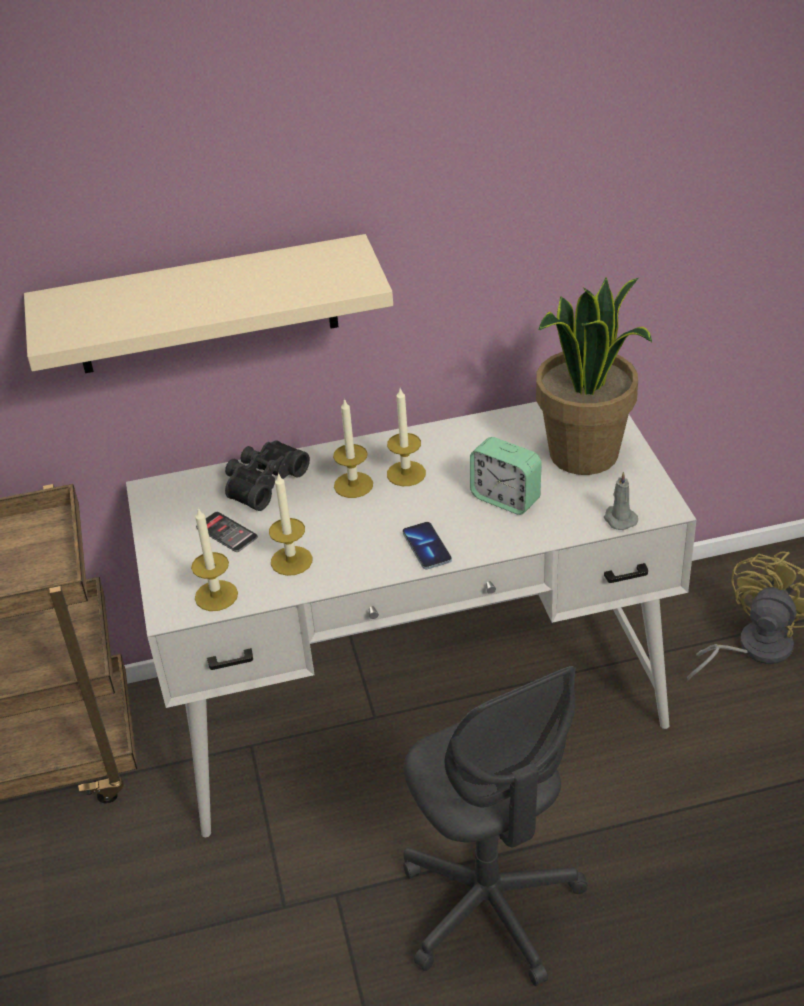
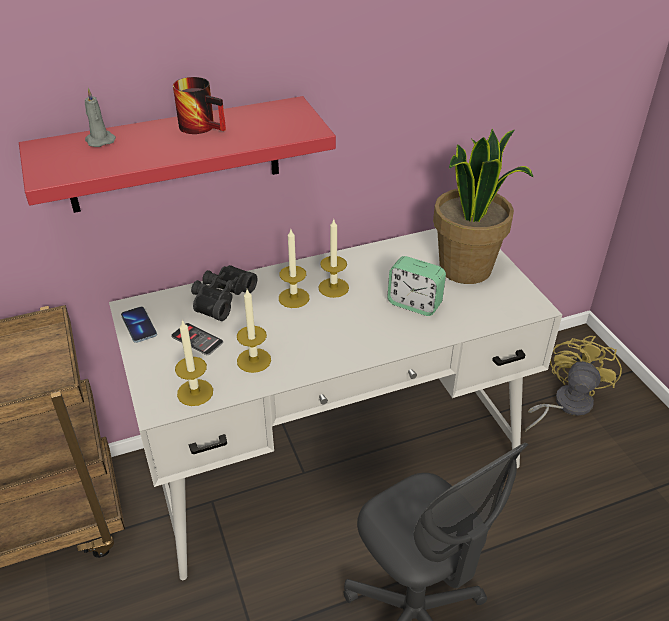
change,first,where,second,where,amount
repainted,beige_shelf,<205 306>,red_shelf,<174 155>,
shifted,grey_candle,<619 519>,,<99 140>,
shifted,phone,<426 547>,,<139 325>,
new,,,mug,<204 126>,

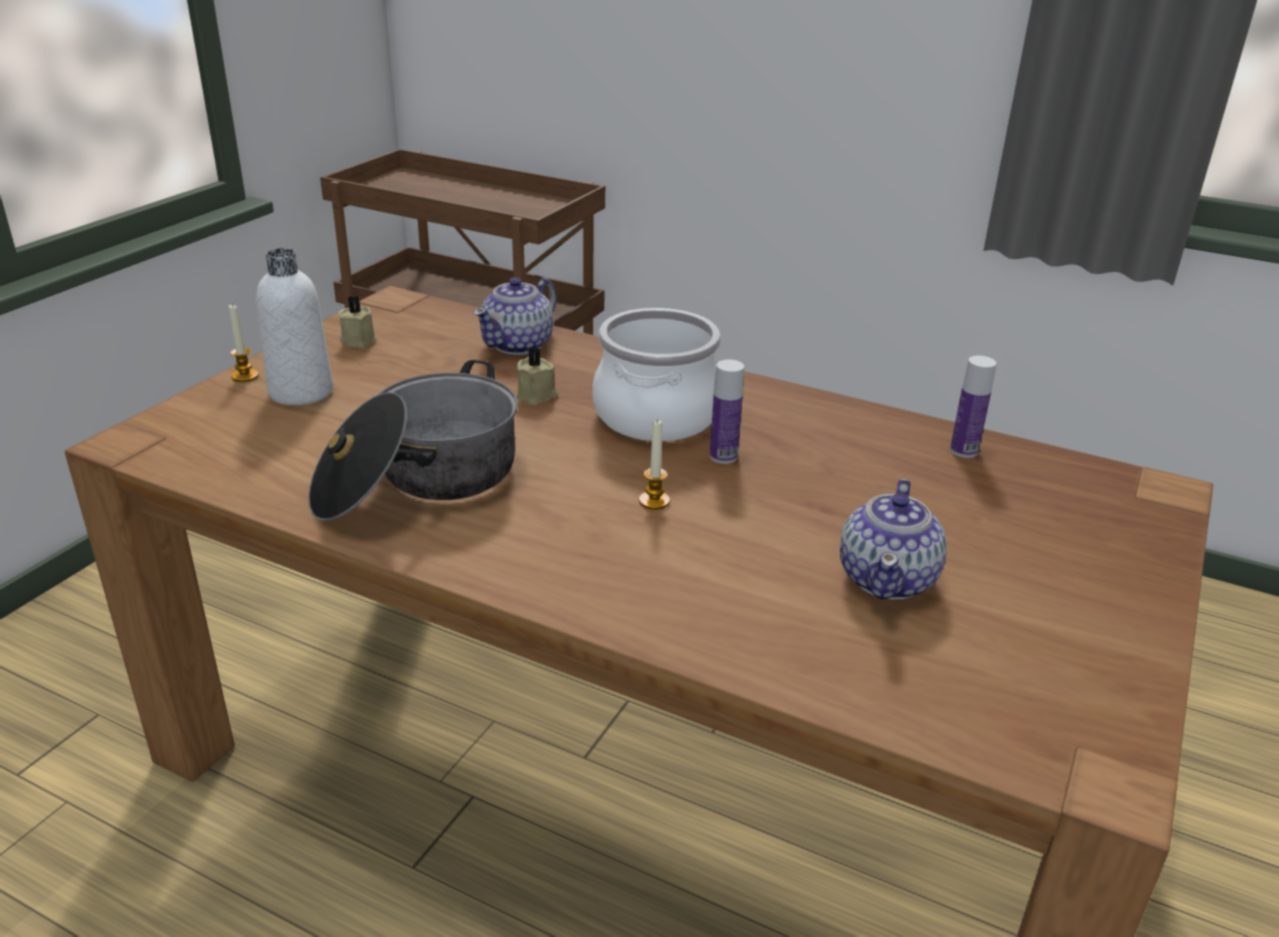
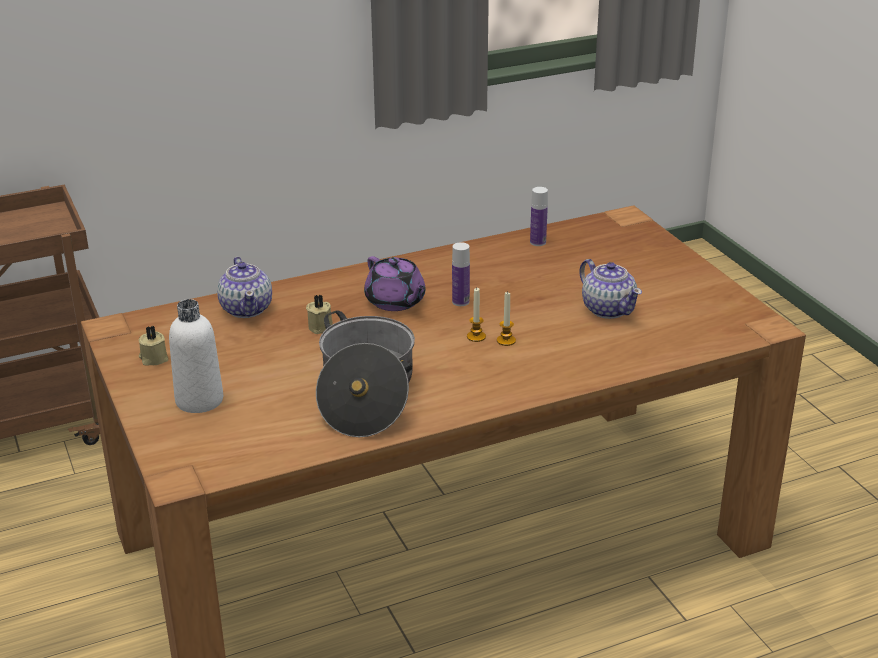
change,first,where,second,where,amount
swapped,cooking_pot,<657 416>,purple_teapot,<395 302>,
shifted,candle,<245 376>,,<506 341>,

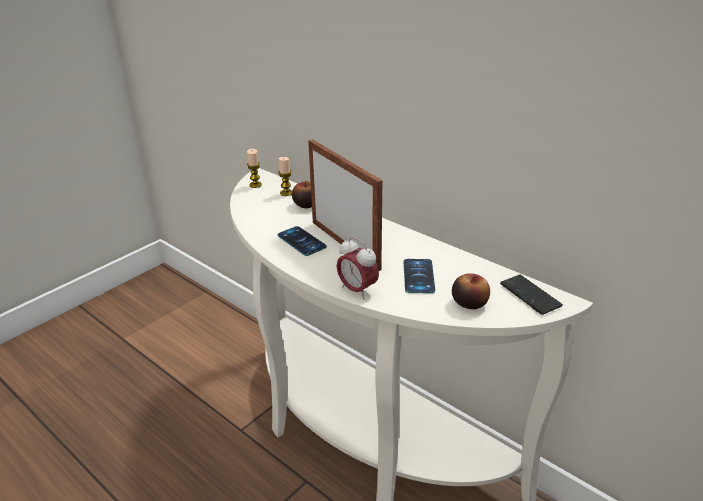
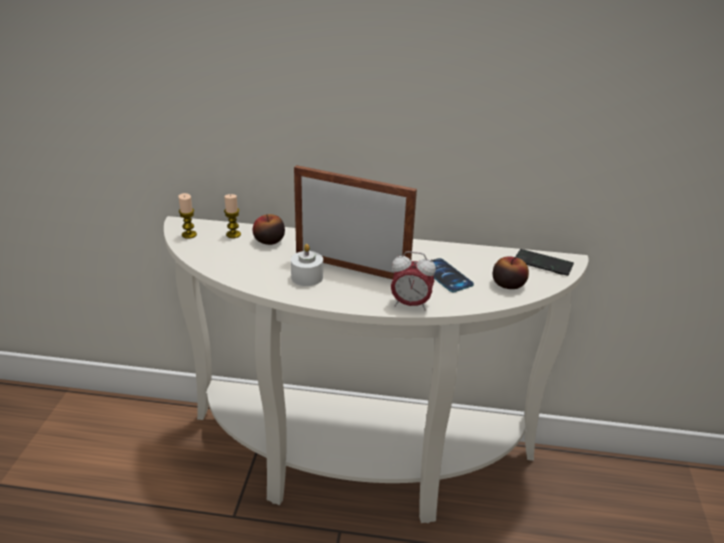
change,first,where,second,where,amount
swapped,phone,<301 241>,white_candle,<307 277>,

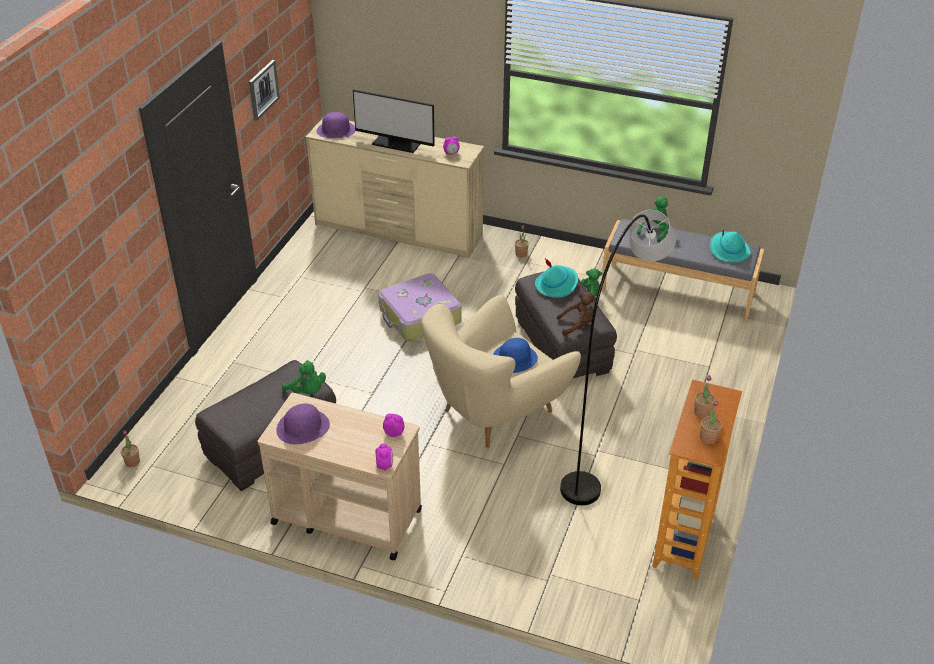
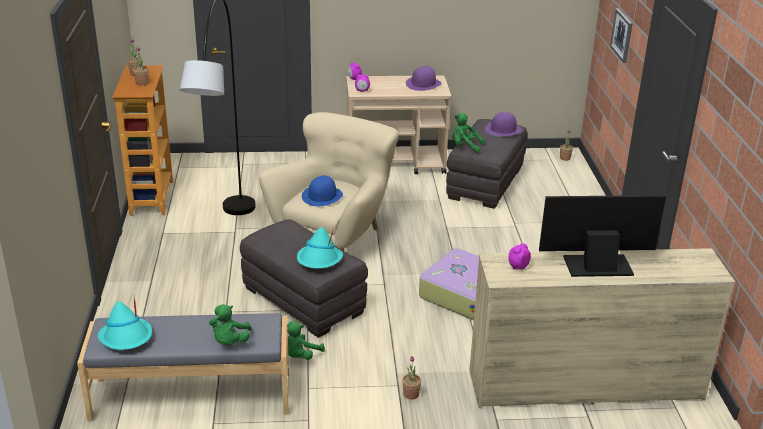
change,first,where,second,where,amount
shifted,purple_hat,<336 130>,,<503 129>,
shifted,picture,<263 89>,,<622 35>,
gone,brown_plush_toy,<578 325>,,,

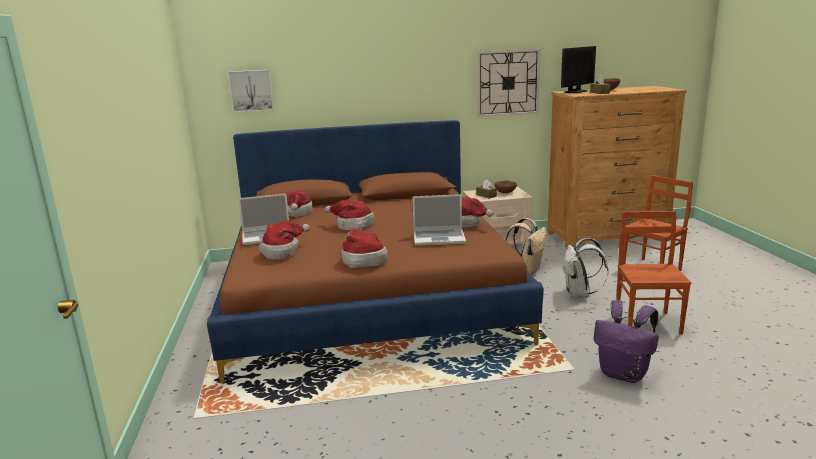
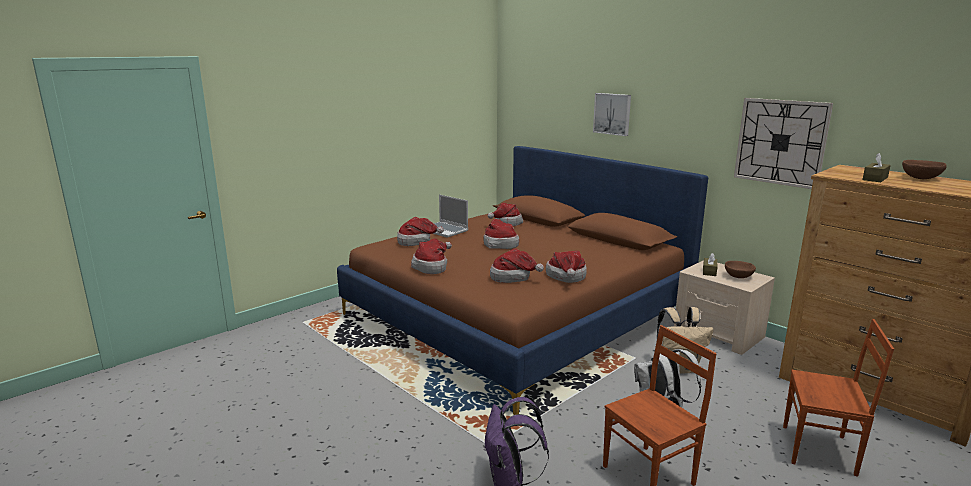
change,first,where,second,where,amount
swapped,laptop,<439 238>,hat,<513 277>,
shifted,picture,<251 90>,,<612 114>,
gone,monitor,<575 91>,,,

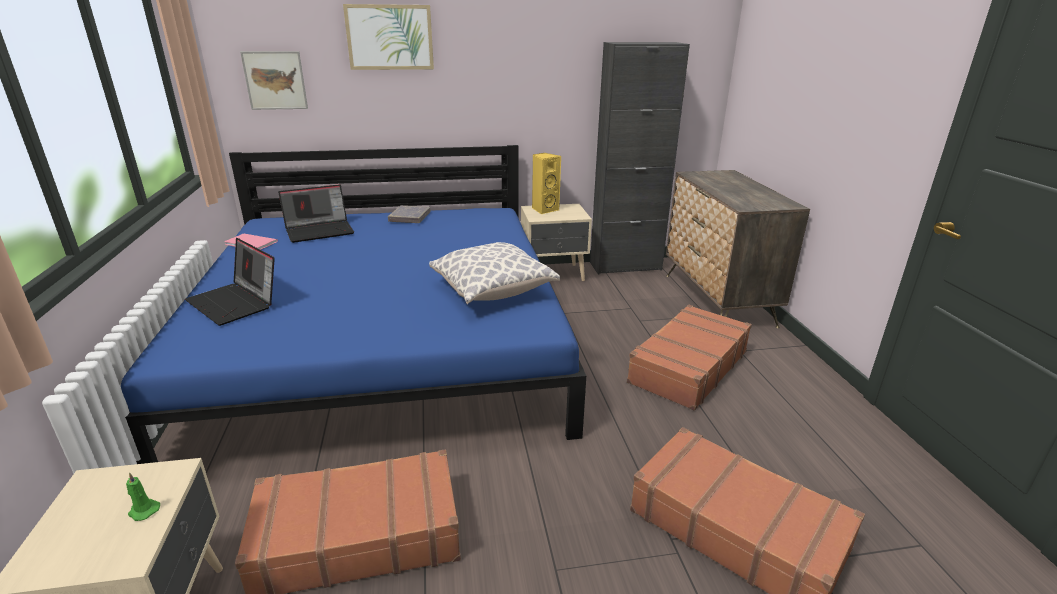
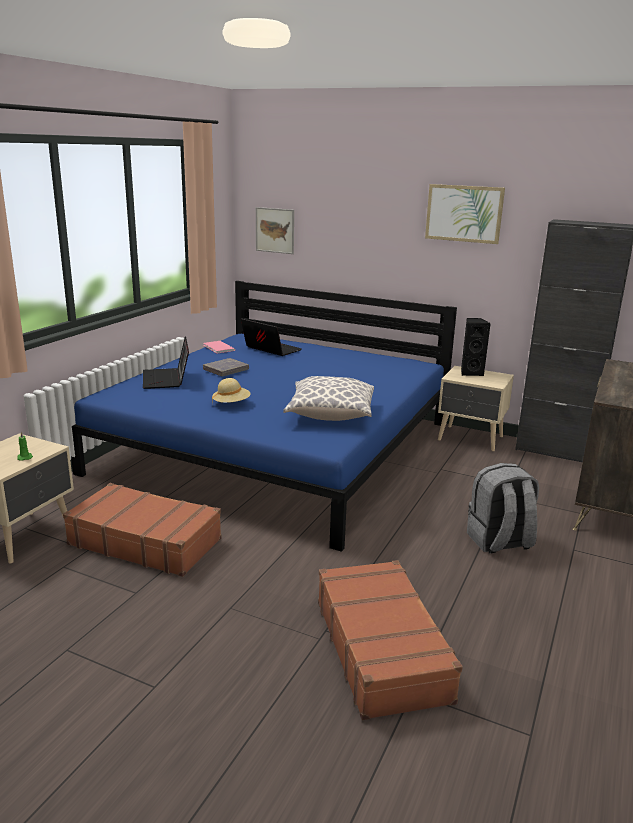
change,first,where,second,where,amount
shifted,grey_book,<410 217>,,<226 370>,
new,,,beige_hat,<231 404>,
rotated,laptop,<320 231>,,<270 349>,150 degrees counterclockwise
shifted,picture,<390 37>,,<464 213>,
repainted,yellow_speaker,<544 209>,black_speaker,<470 372>,
swapped,brown_suitcase,<687 367>,grey_backpack,<499 542>,

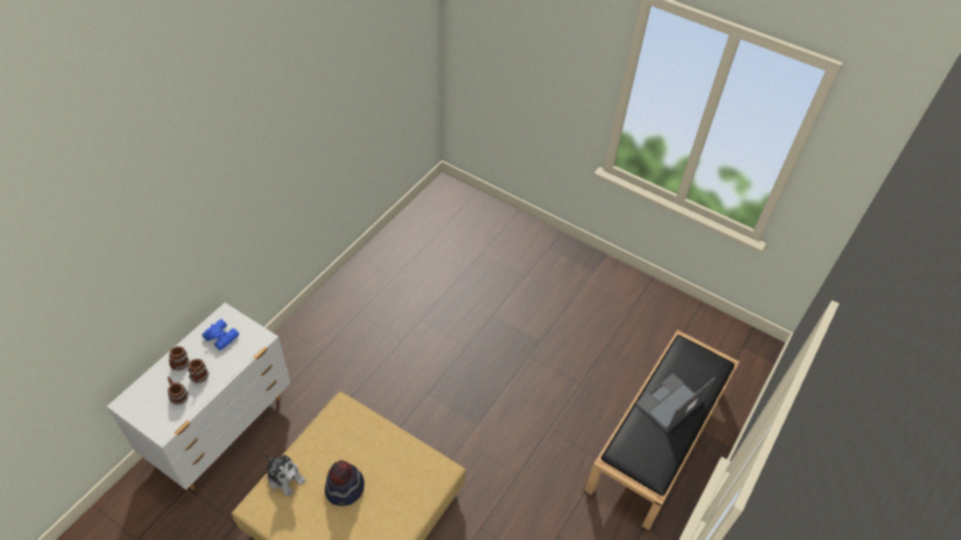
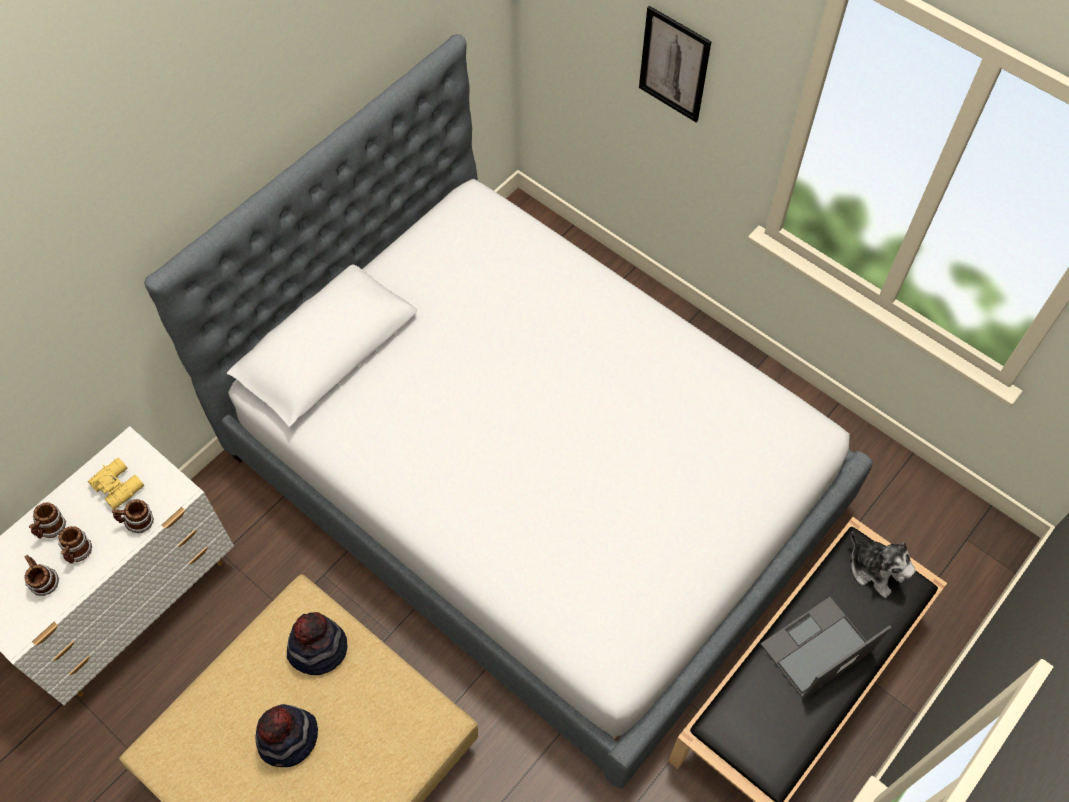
change,first,where,second,where,amount
repainted,blue_binoculars,<221 336>,yellow_binoculars,<118 485>,
new,,,mug,<139 523>,
new,,,bed,<534 481>,
new,,,hat,<318 649>,
new,,,picture,<674 64>,
shifted,plush_toy,<285 477>,,<875 569>,

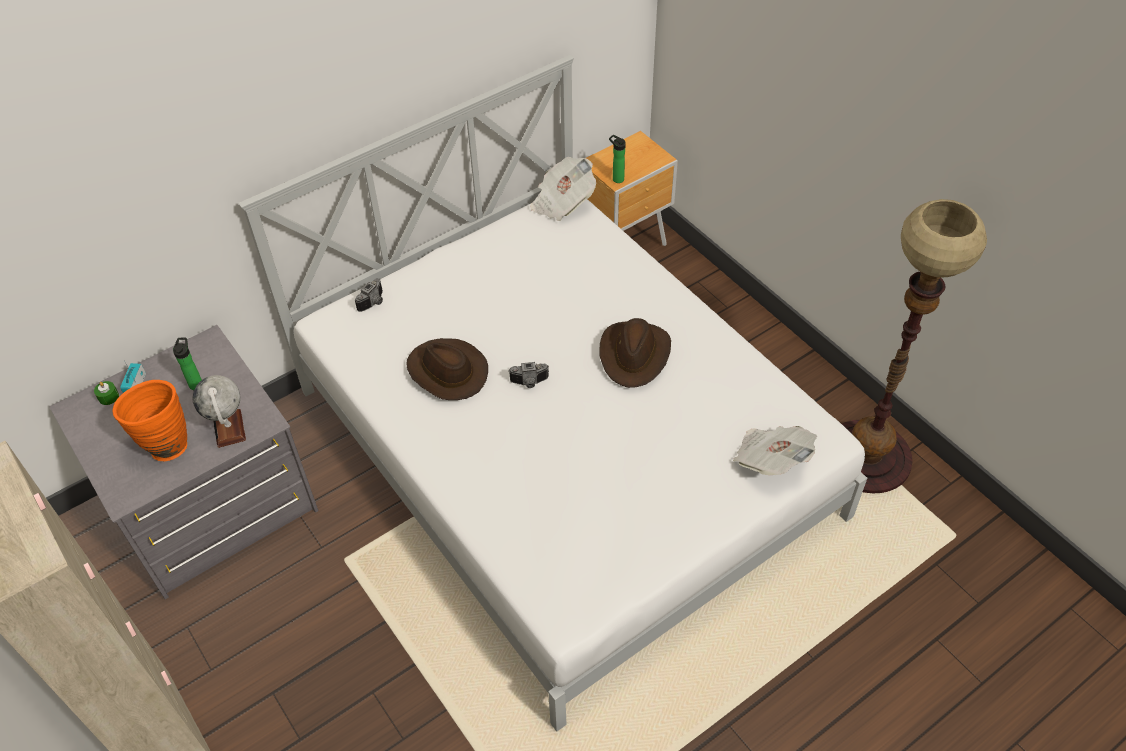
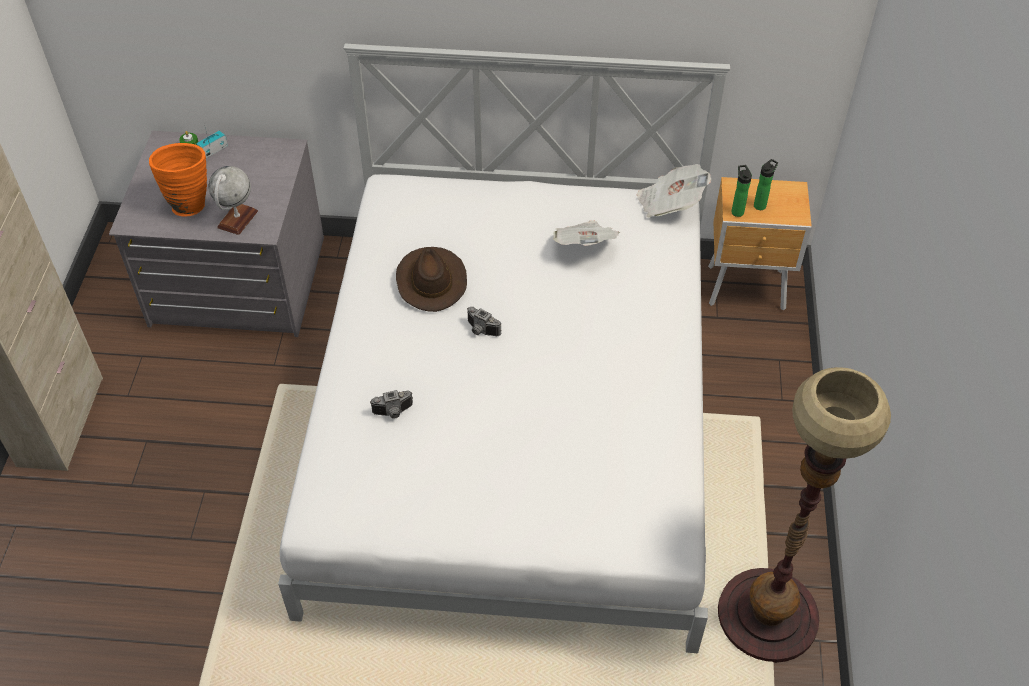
change,first,where,second,where,amount
shifted,photo_camera,<374 302>,,<393 412>,
shifted,newspaper,<771 459>,,<584 246>,
shifted,bottle,<196 383>,,<761 205>,
gone,brown_hat,<634 355>,,,

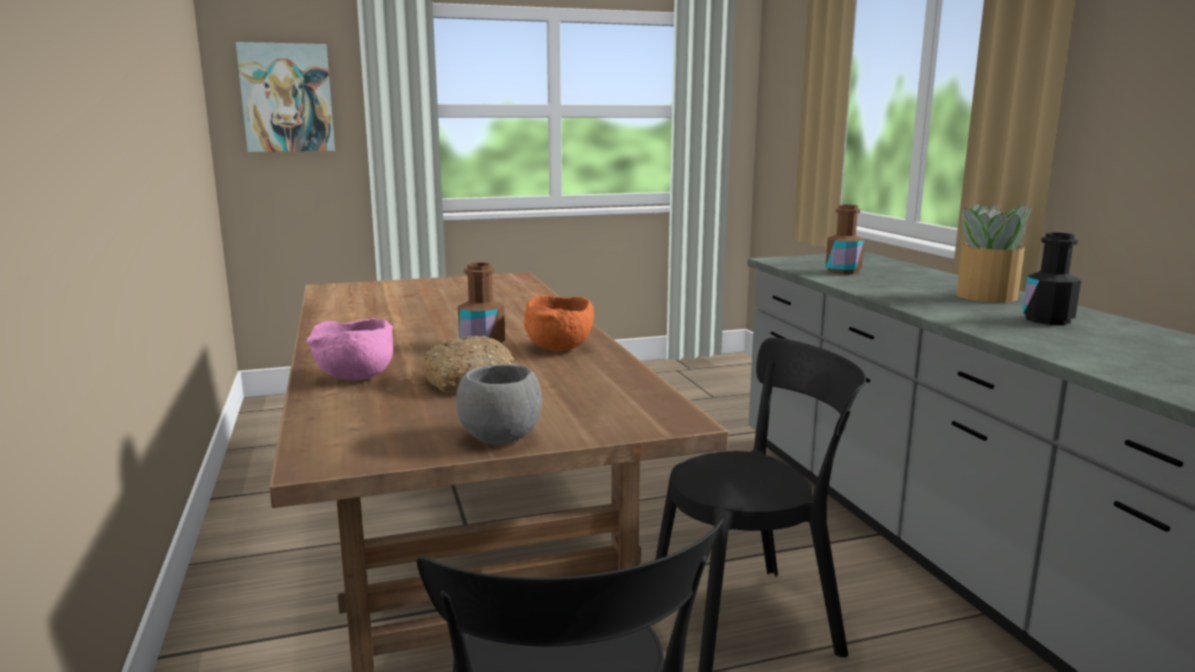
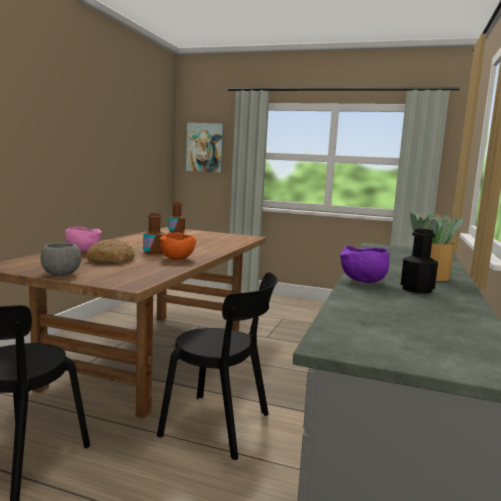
change,first,where,second,where,amount
shifted,brown_bottle,<843 271>,,<176 232>,
new,,,purple_bowl,<362 281>,

